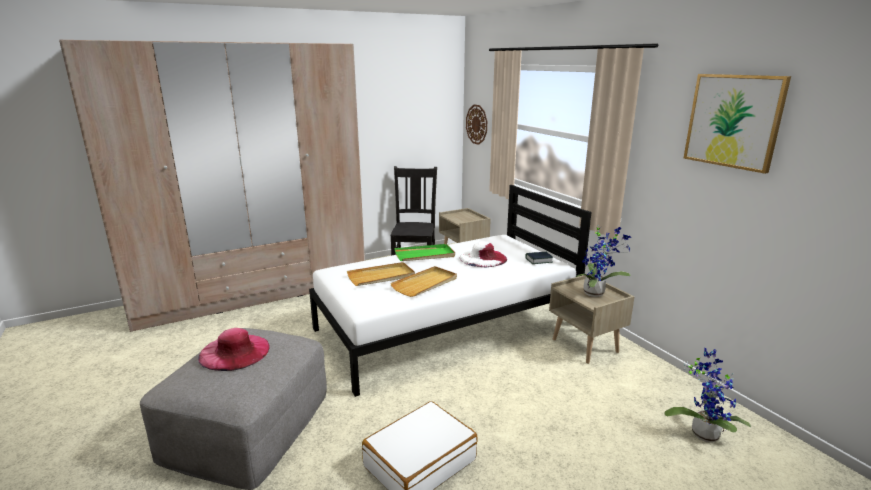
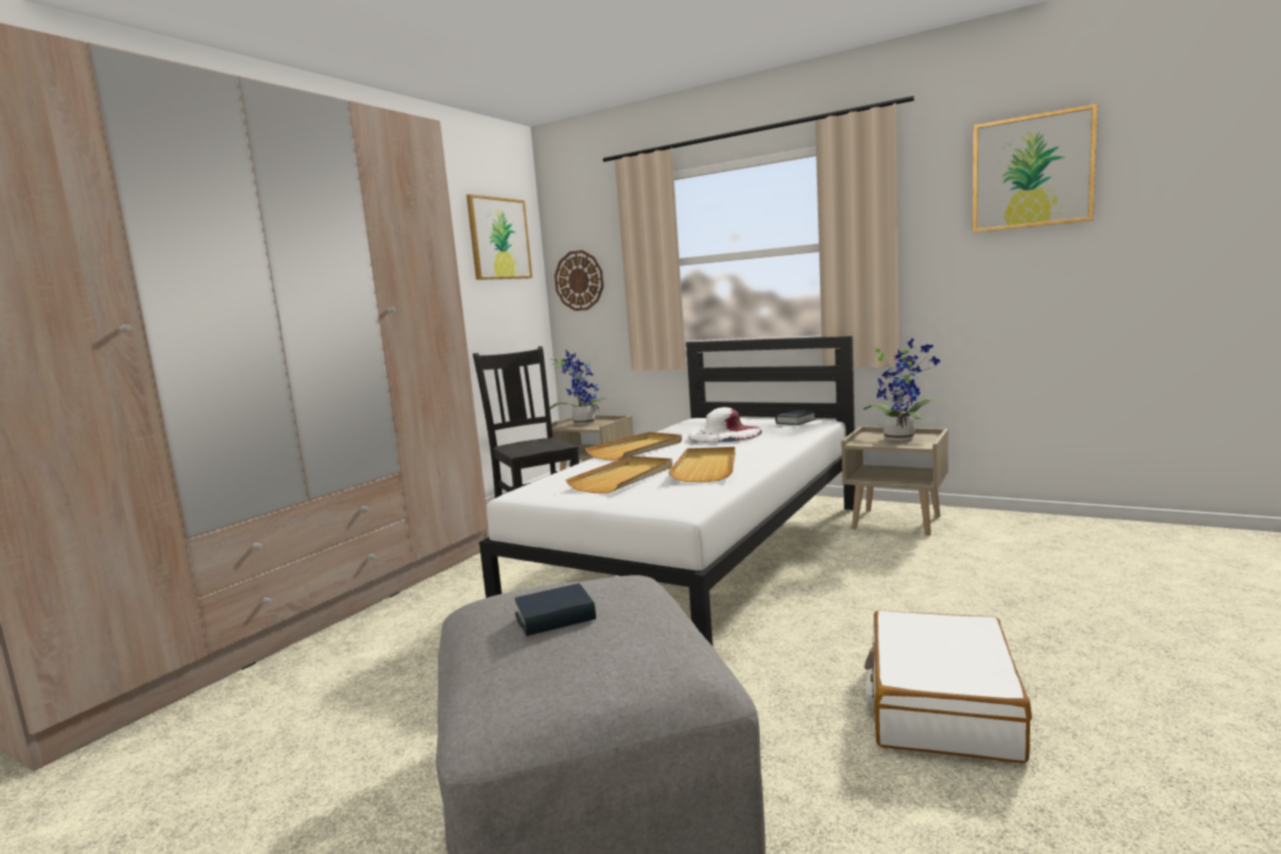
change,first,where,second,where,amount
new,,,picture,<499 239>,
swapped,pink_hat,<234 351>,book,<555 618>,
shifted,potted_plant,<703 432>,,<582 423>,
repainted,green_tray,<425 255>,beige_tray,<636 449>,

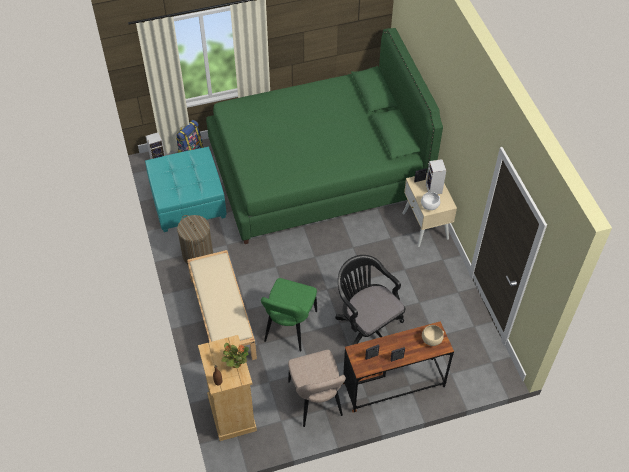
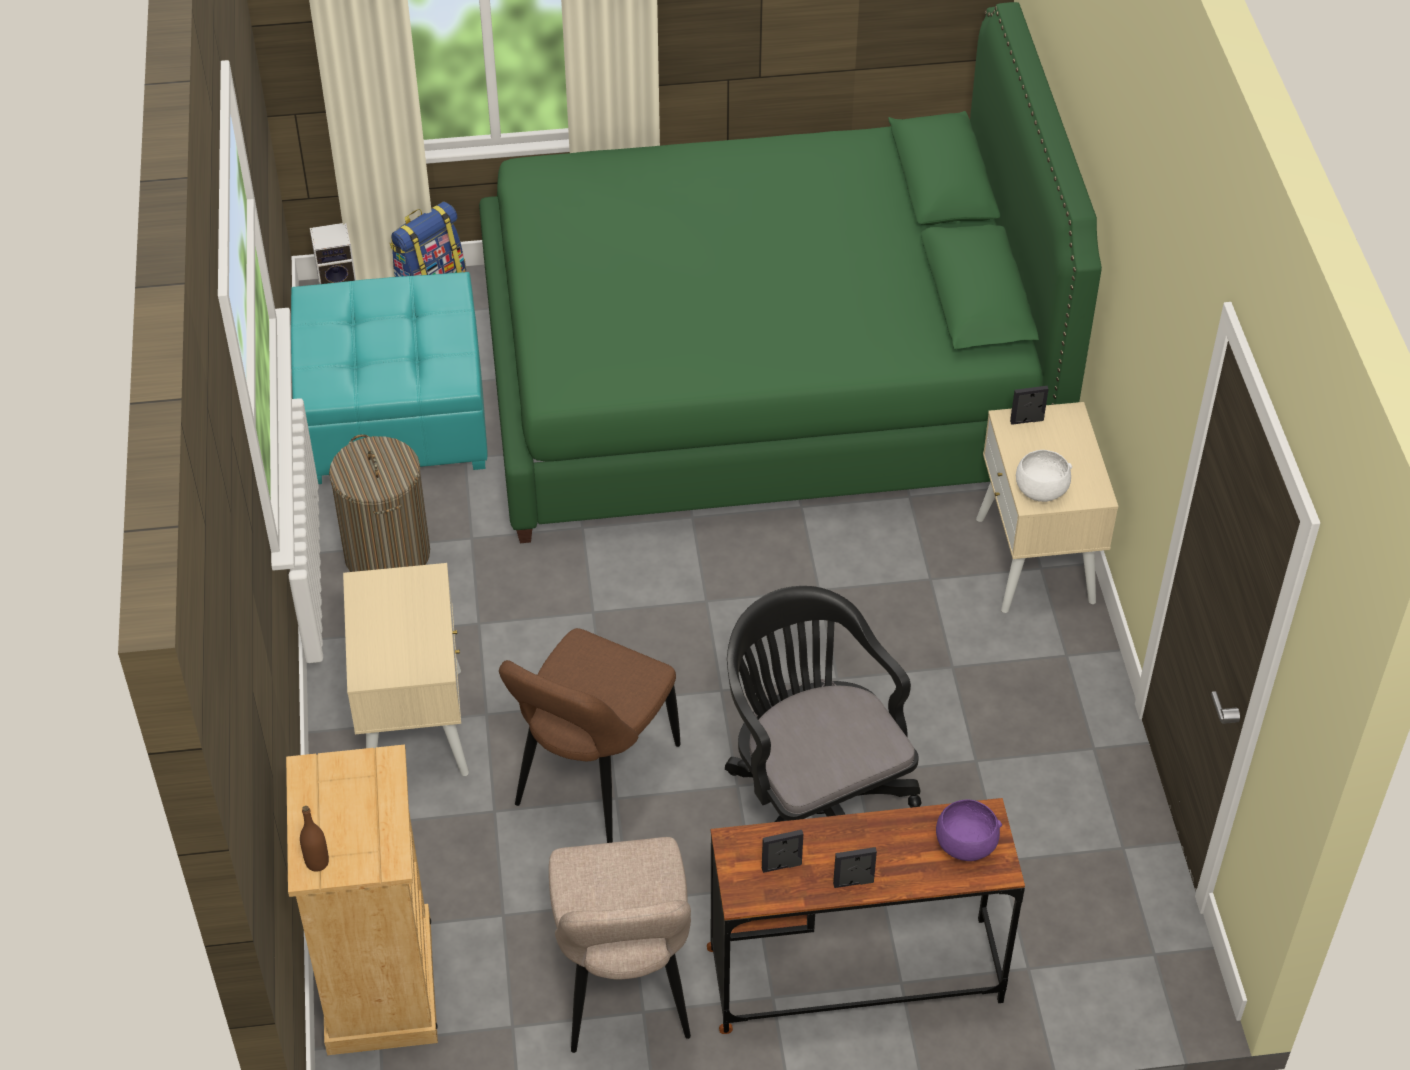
change,first,where,second,where,amount
swapped,beige_bench,<222 317>,beige_nightstand,<413 724>,
repainted,green_chair,<289 328>,brown_chair,<592 780>,
repainted,beige_bowl,<431 340>,purple_bowl,<964 846>,
gone,potted_plant,<236 363>,,,
gone,speaker,<434 189>,,,

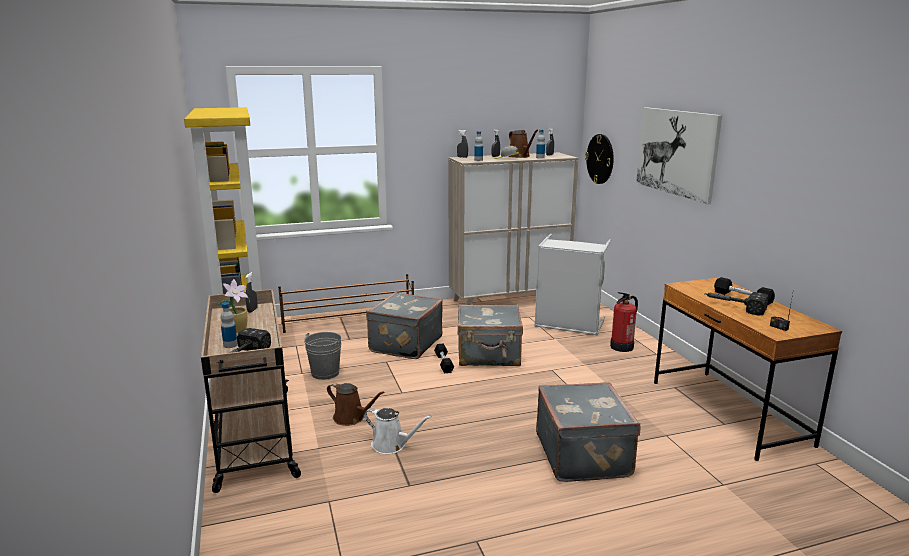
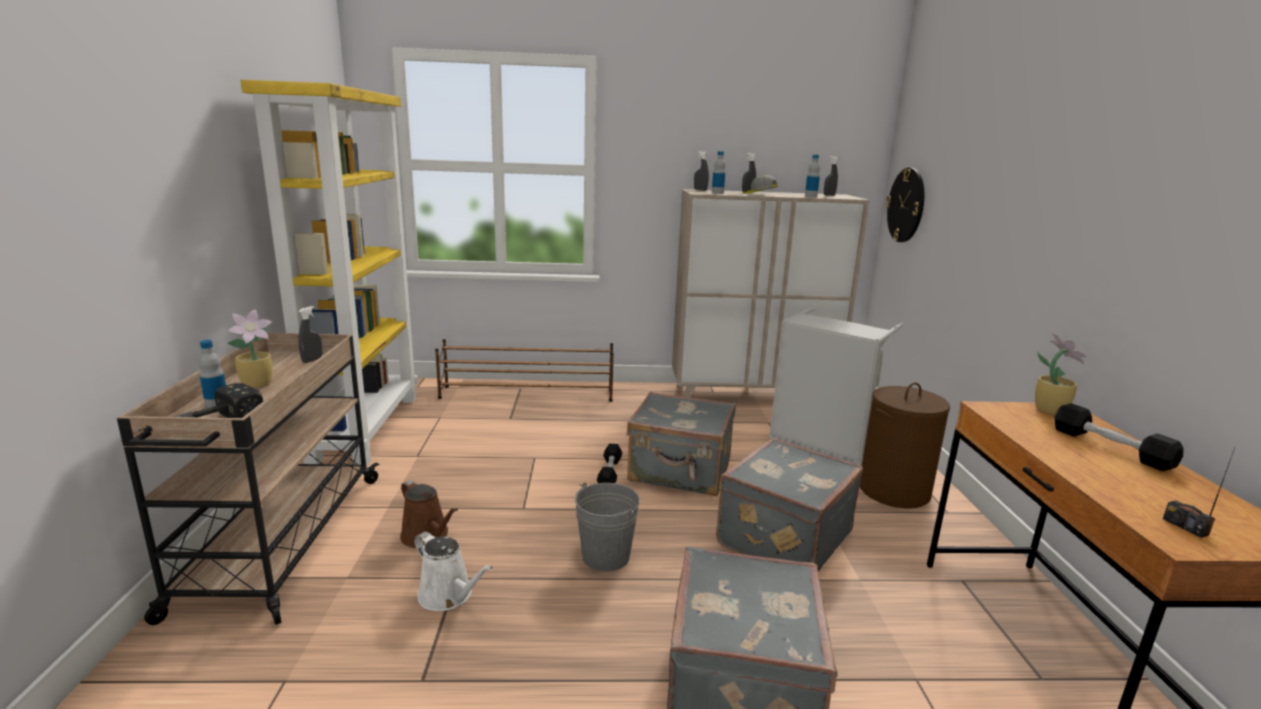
change,first,where,second,where,amount
shifted,grey_bucket,<325 373>,,<605 556>,
shifted,grey_suitcase,<404 344>,,<781 538>,
swapped,fire_extinguisher,<622 347>,brown_laundry_basket,<893 491>,
new,,,potted_plant,<1049 409>,
gone,brown_watering_can,<520 156>,,,
gone,picture,<676 152>,,,
gone,hammer,<733 306>,,,

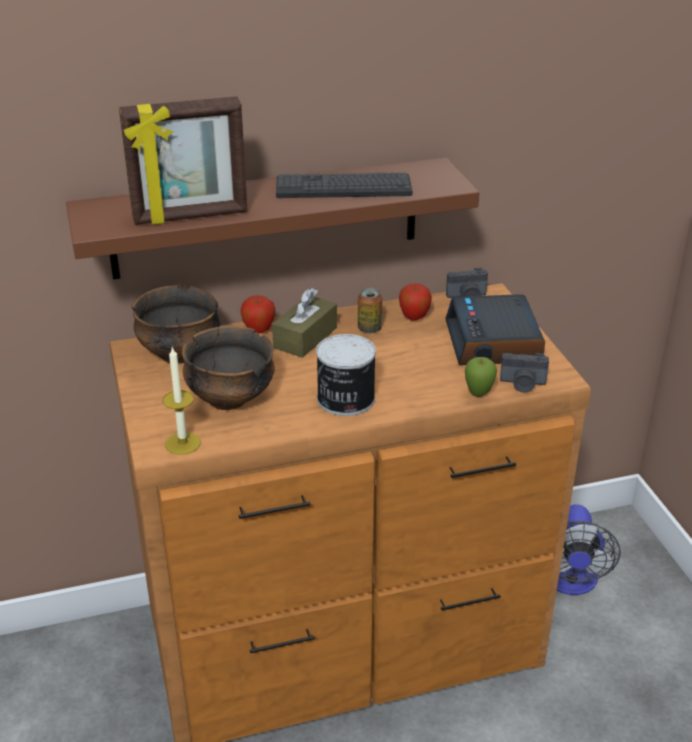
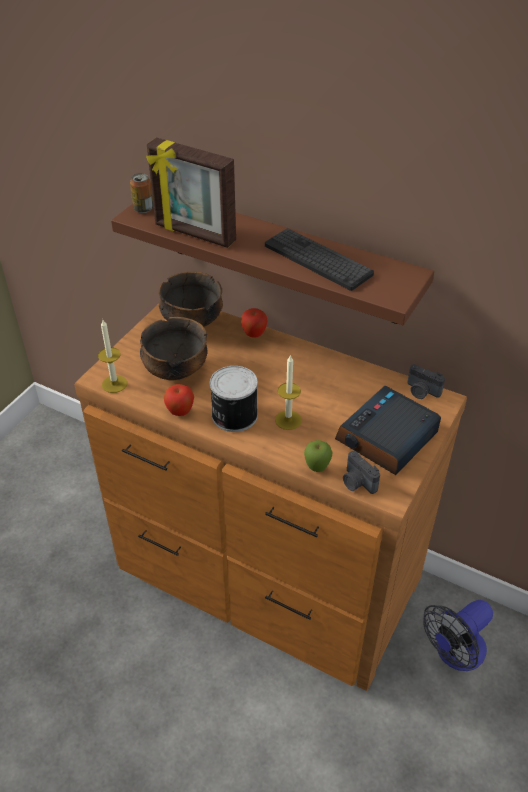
change,first,where,second,where,amount
shifted,can,<369 328>,,<143 209>,
shifted,apple,<414 318>,,<180 412>,
new,,,candle,<288 420>,
gone,brown_tissue_box,<305 337>,,,

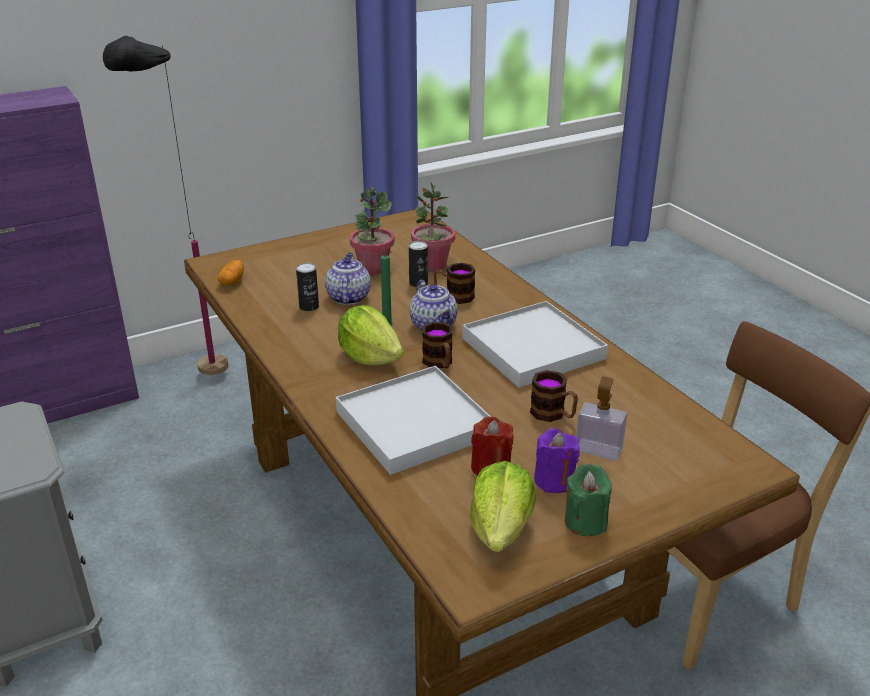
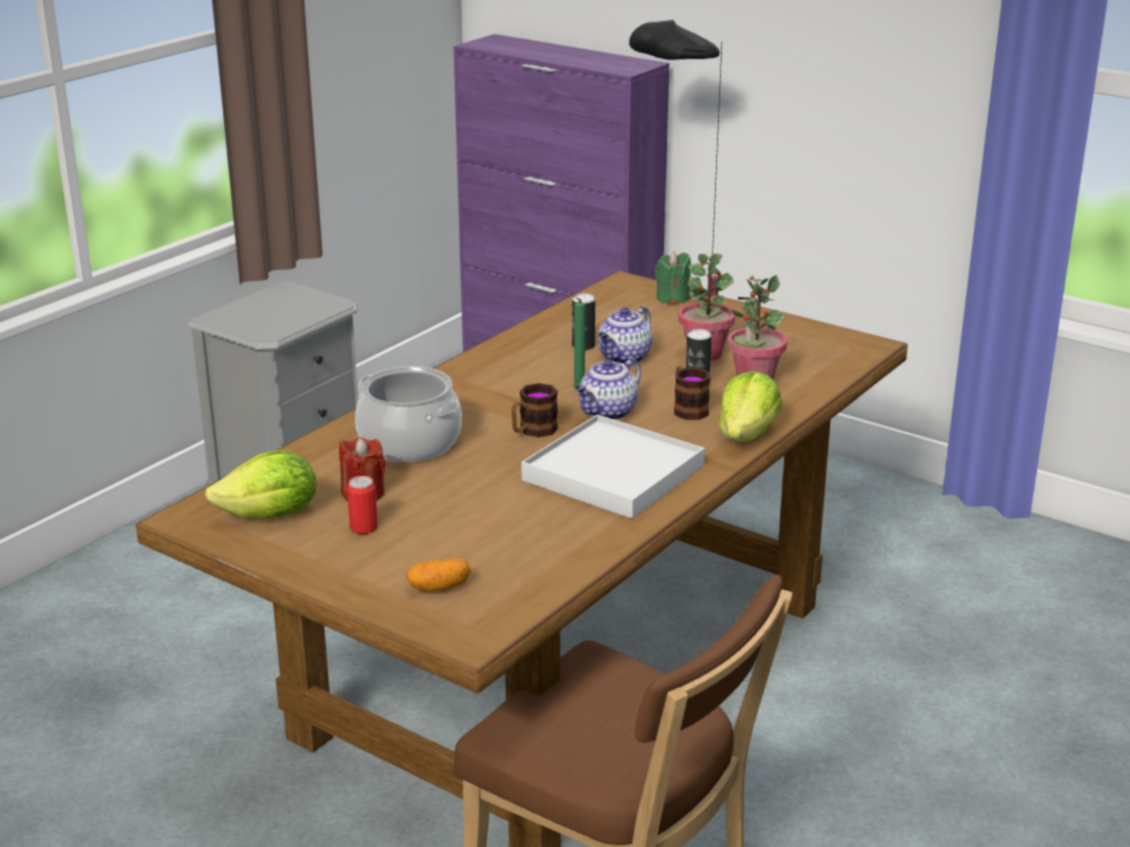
change,first,where,second,where,amount
swapped,purple_candle,<554 480>,can,<363 528>,
swapped,white_tray,<414 424>,cooking_pot,<409 443>,
shifted,potato,<232 281>,,<439 587>,
rotated,teapot,<348 297>,,<624 358>,150 degrees clockwise
shifted,green_candle,<585 522>,,<672 298>,
shifted,lettuce,<370 357>,,<747 435>,
gone,mug,<553 414>,,,
gone,soap_dispenser,<598 449>,,,

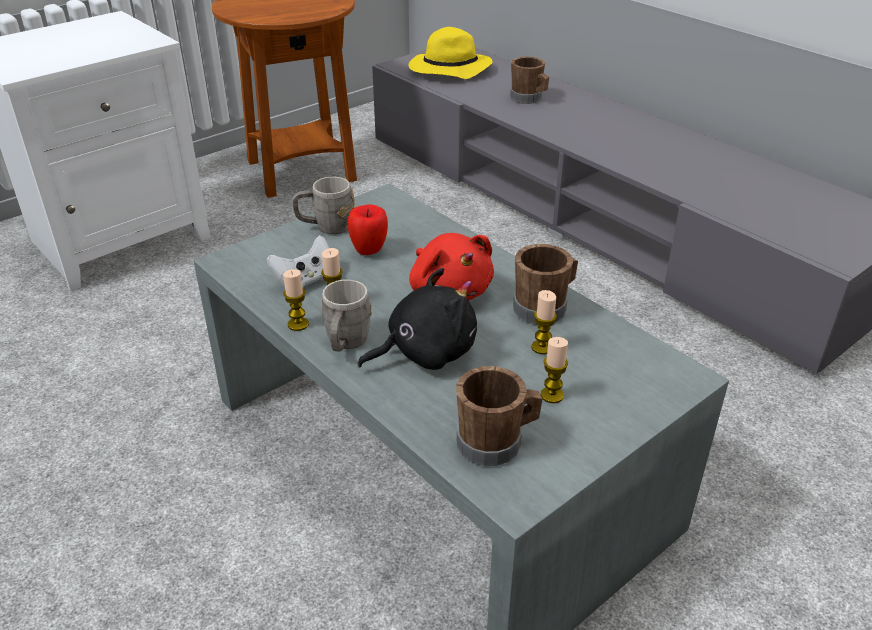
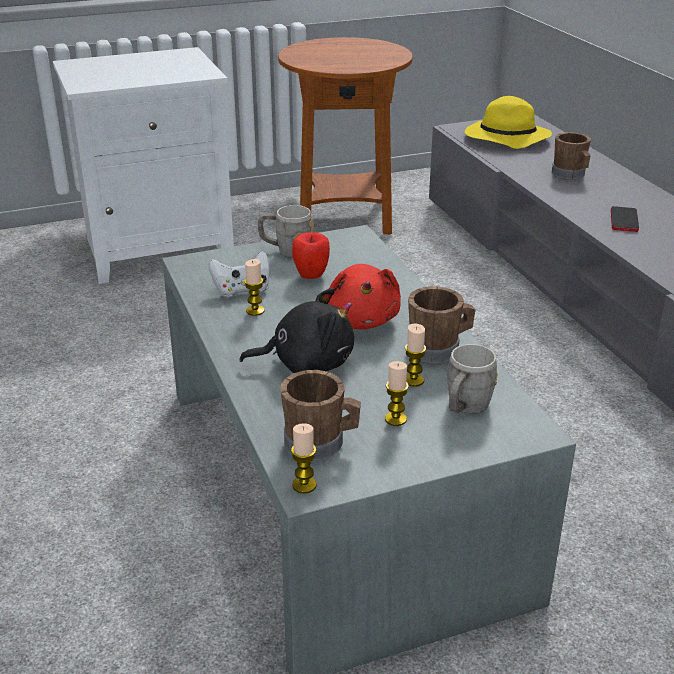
change,first,where,second,where,amount
shifted,candle,<298 324>,,<304 485>,
shifted,grey_mug,<345 344>,,<465 408>,
new,,,phone,<624 220>,

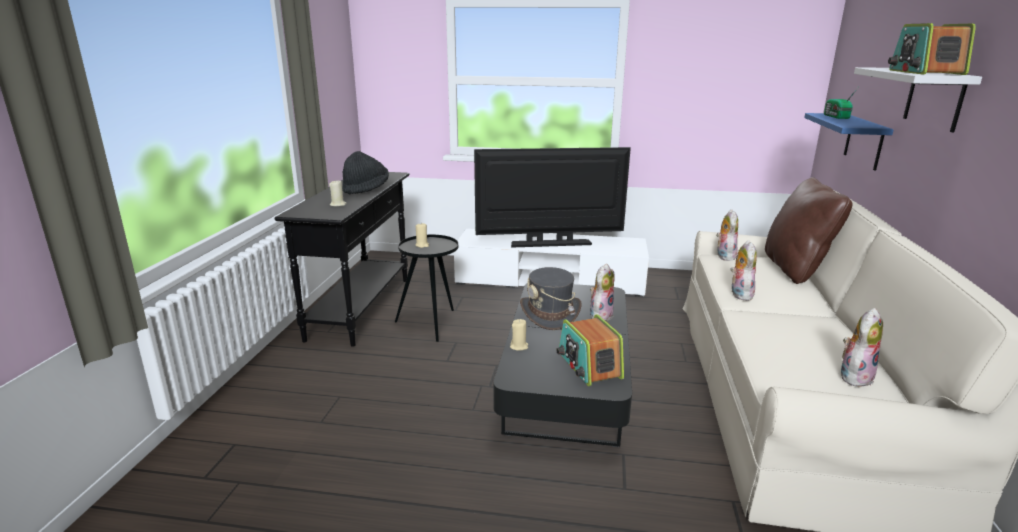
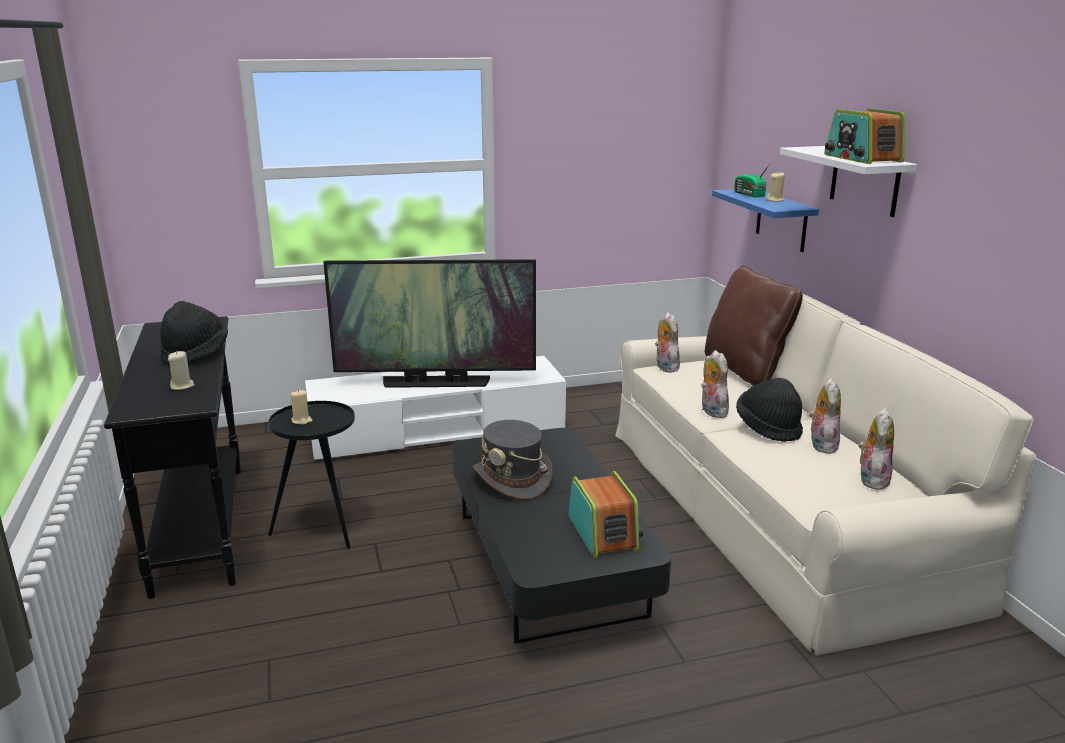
change,first,where,second,where,amount
rotated,television,<550 243>,,<435 383>,150 degrees counterclockwise
rotated,radio,<589 366>,,<603 533>,150 degrees counterclockwise
new,,,black_hat,<768 428>,
shifted,beige_candle,<519 346>,,<775 200>,
shifted,plush_toy,<600 315>,,<821 445>,

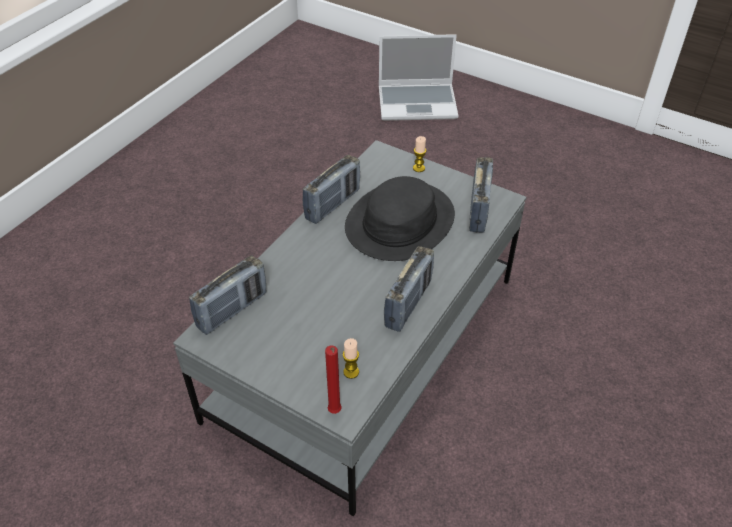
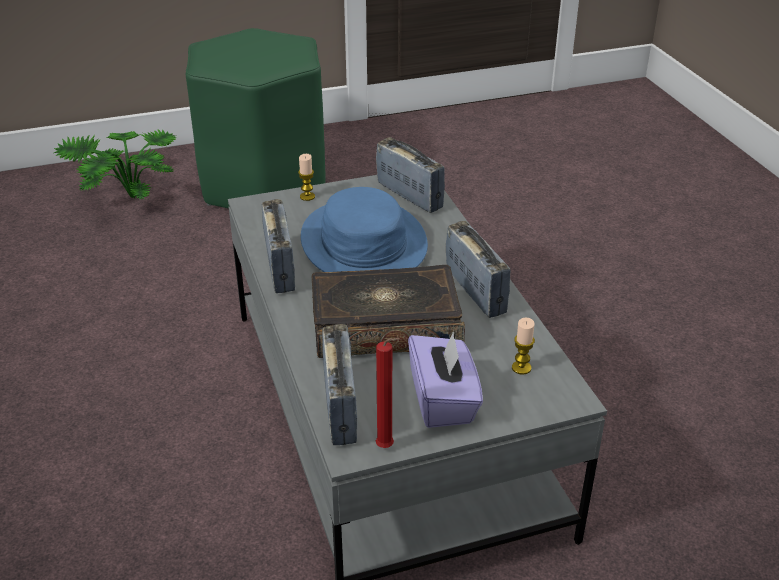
change,first,where,second,where,amount
swapped,laptop,<418 103>,potted_plant,<125 198>,
new,,,green_stool,<264 184>,
repainted,black_hat,<399 222>,blue_hat,<363 243>,
new,,,book,<385 327>,
shifted,red_candle,<334 413>,,<387 448>,
new,,,purple_tissue_box,<443 401>,

